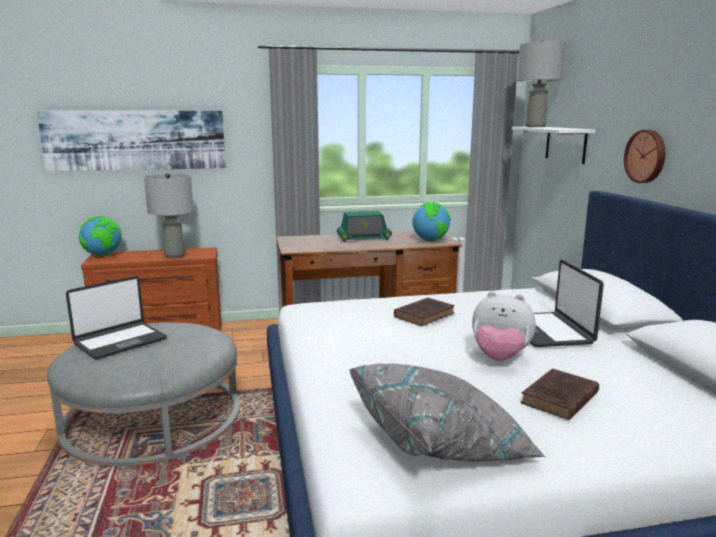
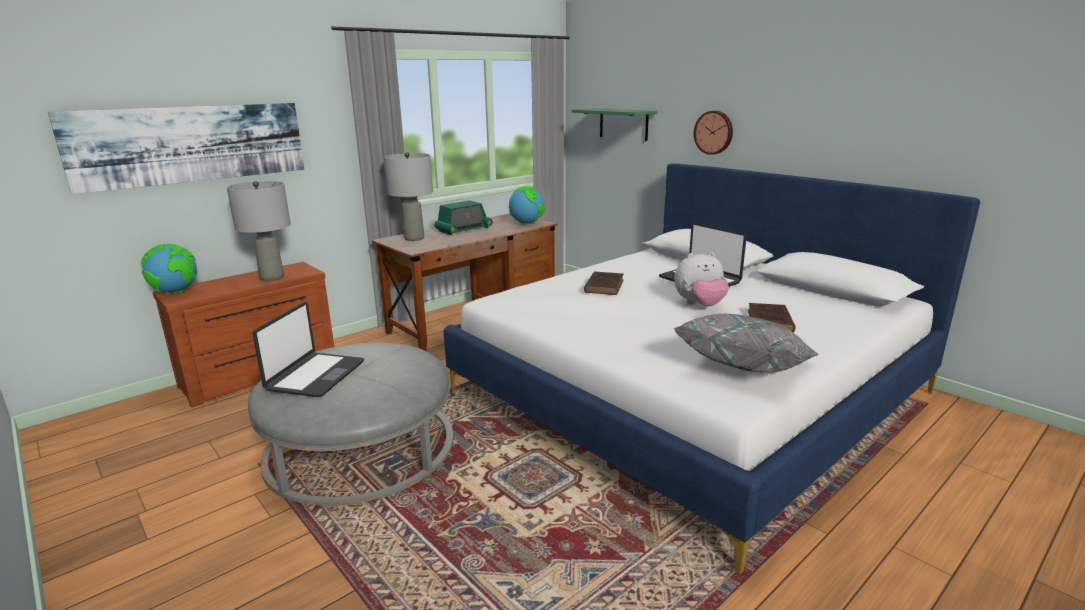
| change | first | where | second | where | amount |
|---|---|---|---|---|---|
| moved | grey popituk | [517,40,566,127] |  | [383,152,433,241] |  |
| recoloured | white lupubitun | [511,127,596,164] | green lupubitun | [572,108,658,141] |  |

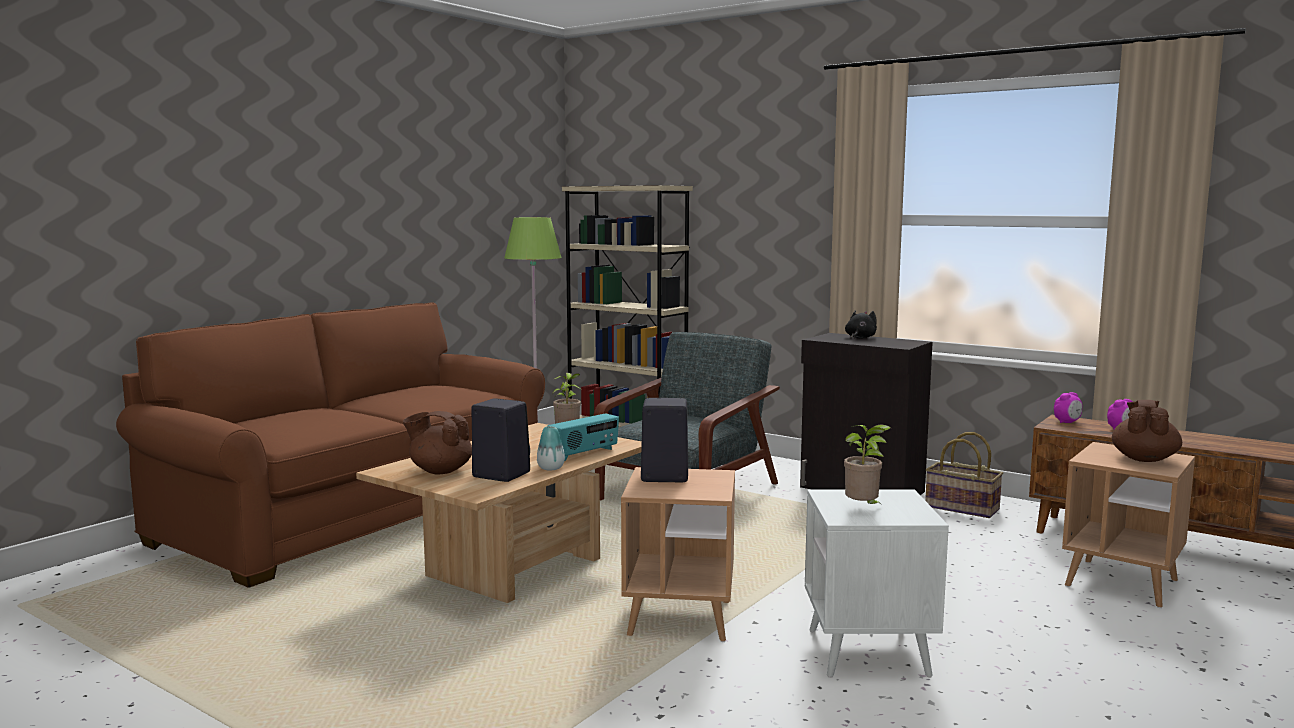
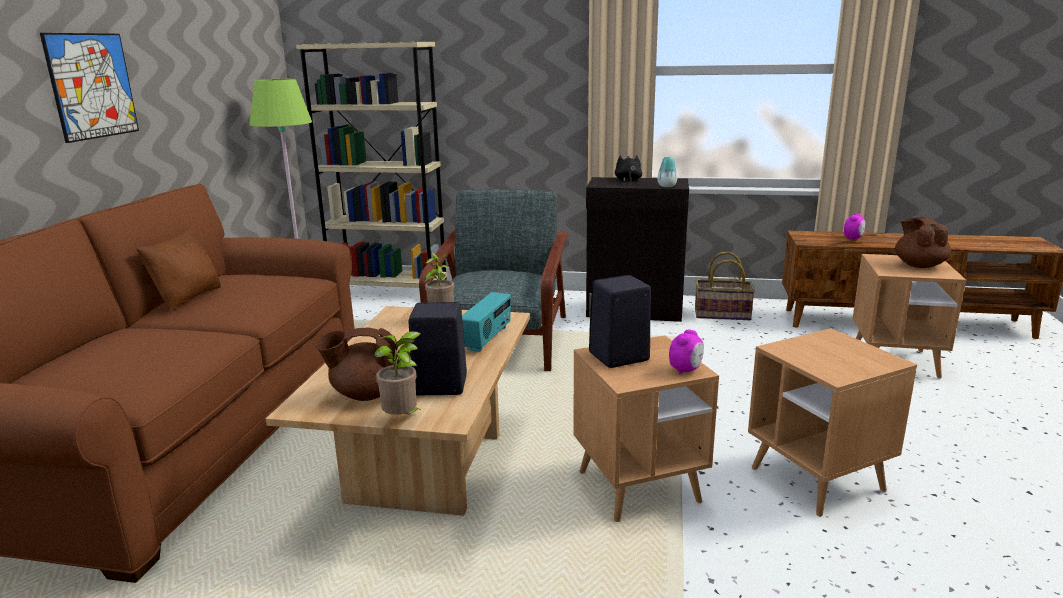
| change | first | where | second | where | amount |
|---|---|---|---|---|---|
| moved | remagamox | [1054,392,1082,423] |  | [669,329,704,374] |  |
| moved | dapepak | [844,425,891,506] |  | [374,331,421,415] |  |
| moved | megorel | [537,426,565,470] |  | [658,157,677,187] |  |
| recoloured | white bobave | [805,489,949,678] | brown bobave | [748,328,917,517] |  |
| added |  |  | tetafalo | [40,33,139,143] |  |
| added |  |  | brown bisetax | [137,228,221,310] |  |

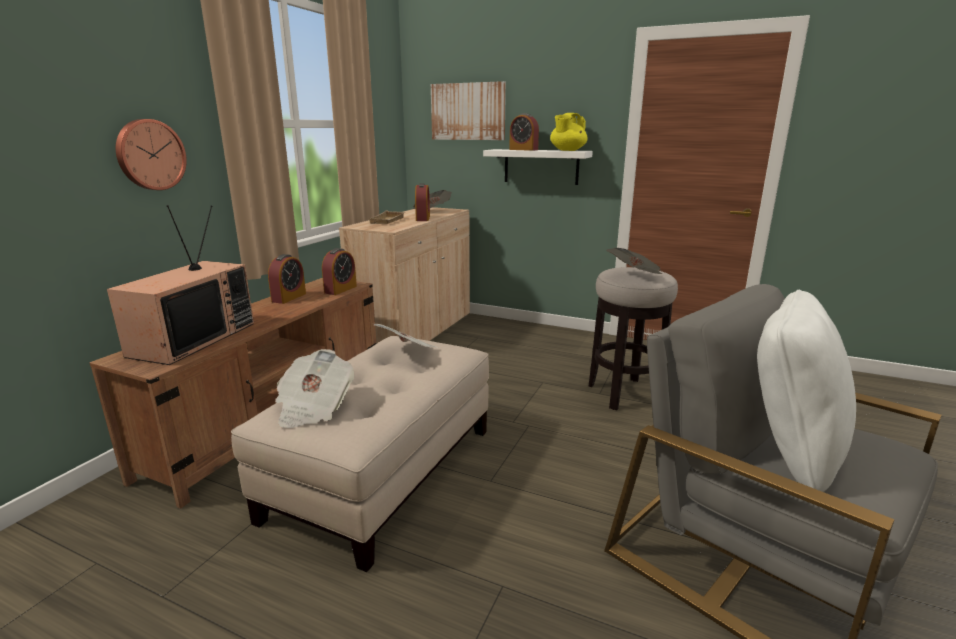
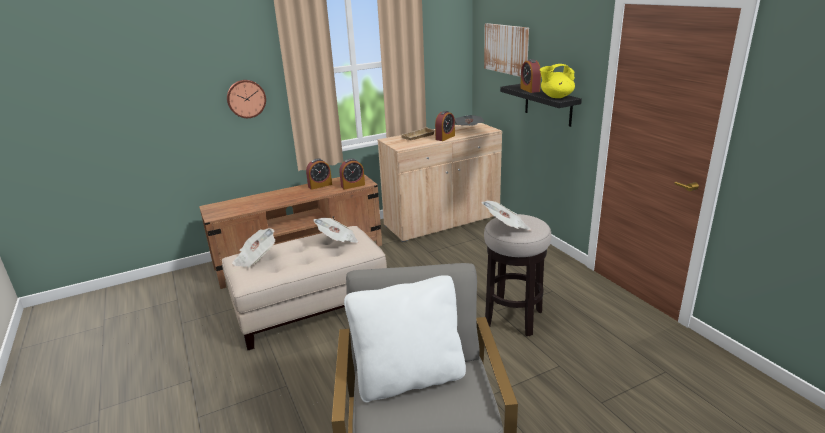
| change | first | where | second | where | amount |
|---|---|---|---|---|---|
| recoloured | white lupubitun | [483,149,593,185] | black lupubitun | [500,84,582,127] |  |
| removed | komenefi | [107,205,254,365] |  |  |  |

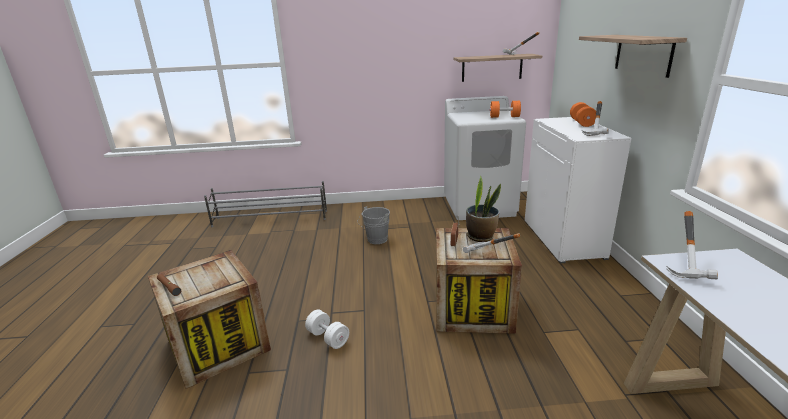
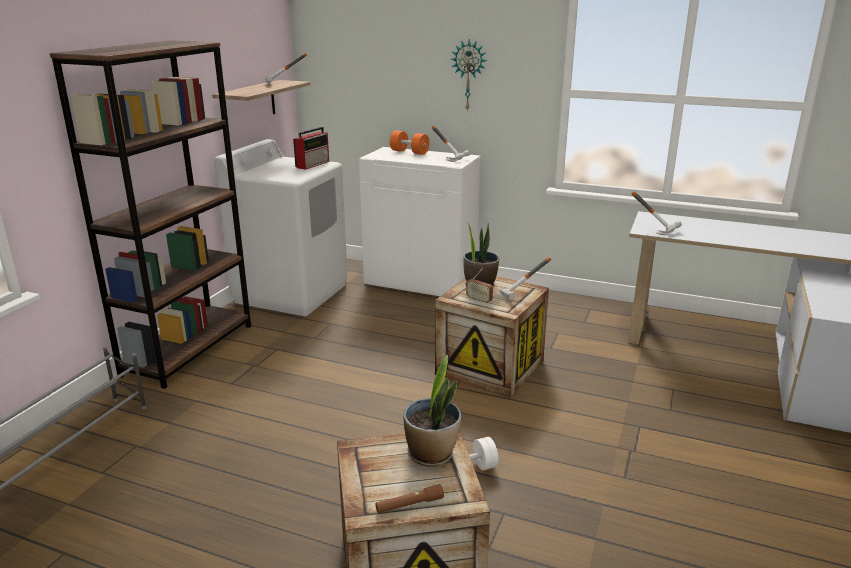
| change | first | where | second | where | amount |
|---|---|---|---|---|---|
| replaced | lupubitun | [579,35,687,78] | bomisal | [451,39,487,112] |  |
| replaced | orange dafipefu | [490,101,521,118] | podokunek | [293,127,329,170] |  |
| removed | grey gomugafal | [358,206,390,244] |  |  |  |
| added |  |  | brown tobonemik | [50,40,251,389] |  |
| added |  |  | dapepak | [404,355,461,467] |  |

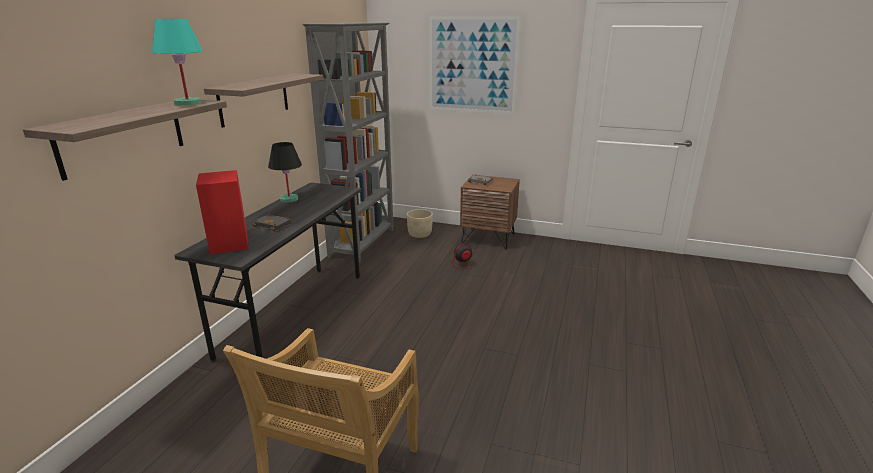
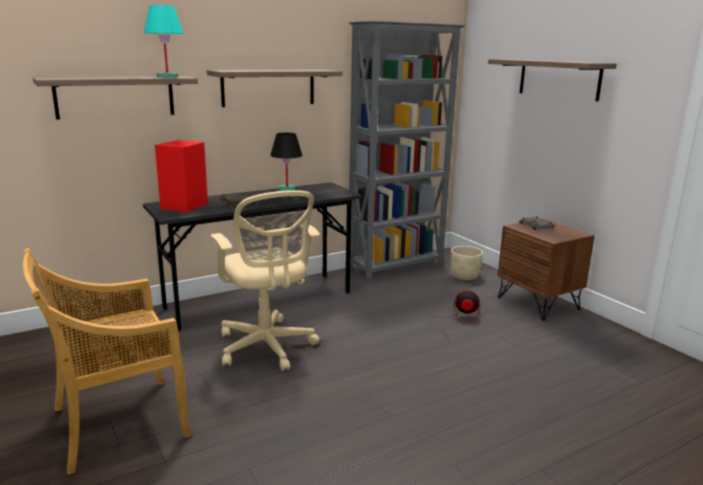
| change | first | where | second | where | amount |
|---|---|---|---|---|---|
| replaced | tetafalo | [429,16,521,115] | lupubitun | [488,59,617,101] |  |
| added |  |  | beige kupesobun | [211,190,320,371] |  |

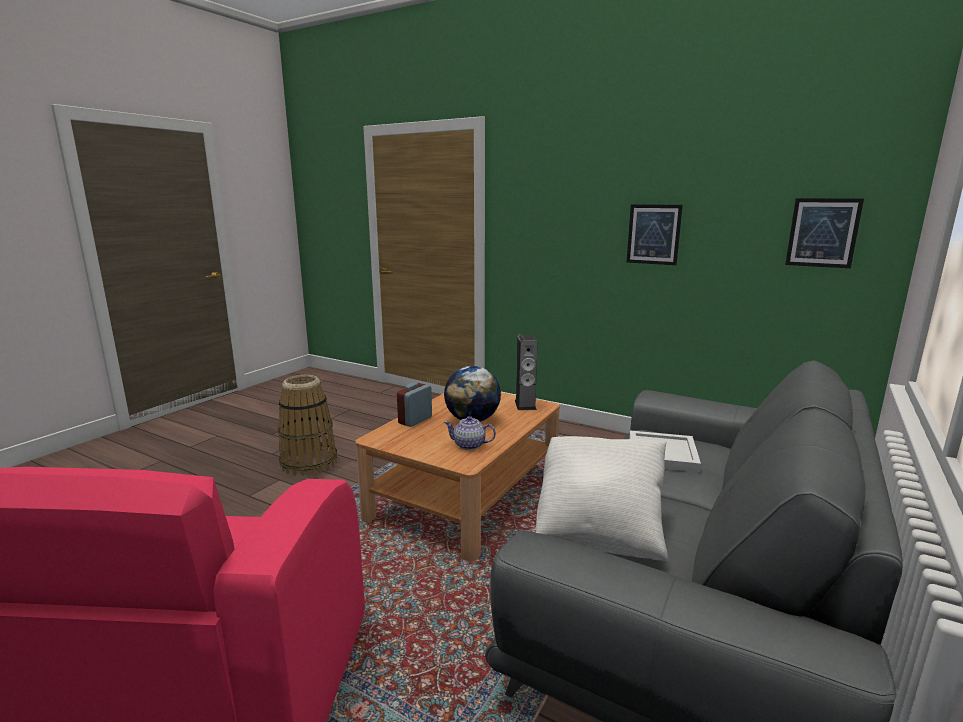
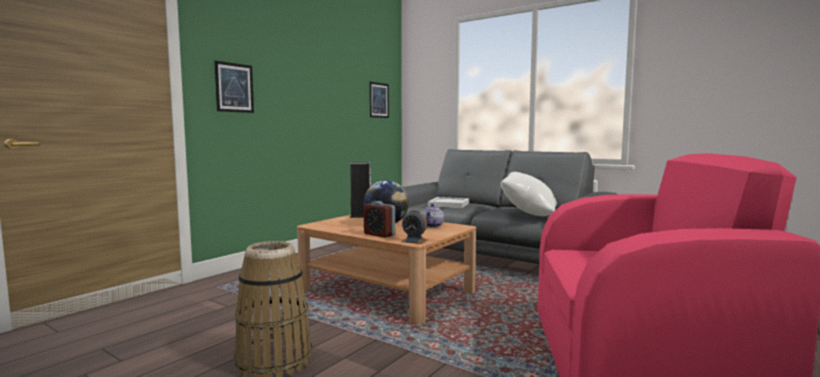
| change | first | where | second | where | amount |
|---|---|---|---|---|---|
| moved | tetafalo | [627,204,683,265] |  | [215,61,254,113] |  |
| added |  |  | remagamox | [401,210,427,244] |  |

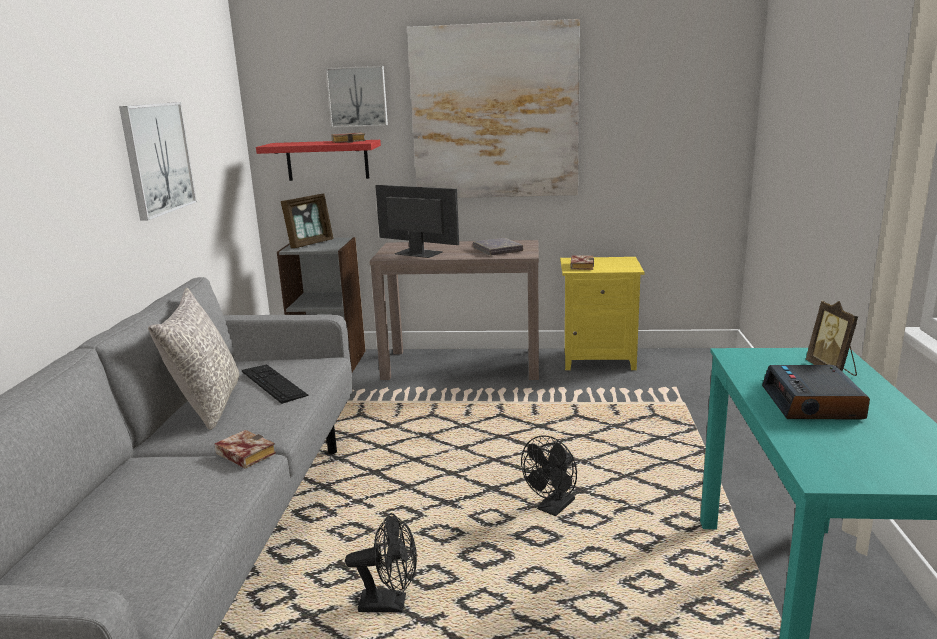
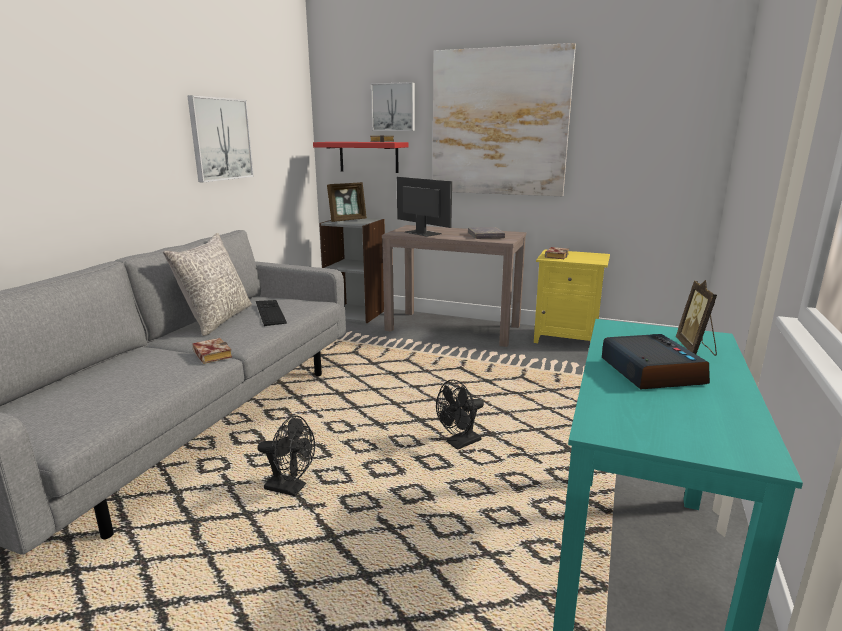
| change | first | where | second | where | amount |
|---|---|---|---|---|---|
| turned | remagamox | [762,365,870,419] |  | [602,334,710,389] | 150 degrees clockwise |

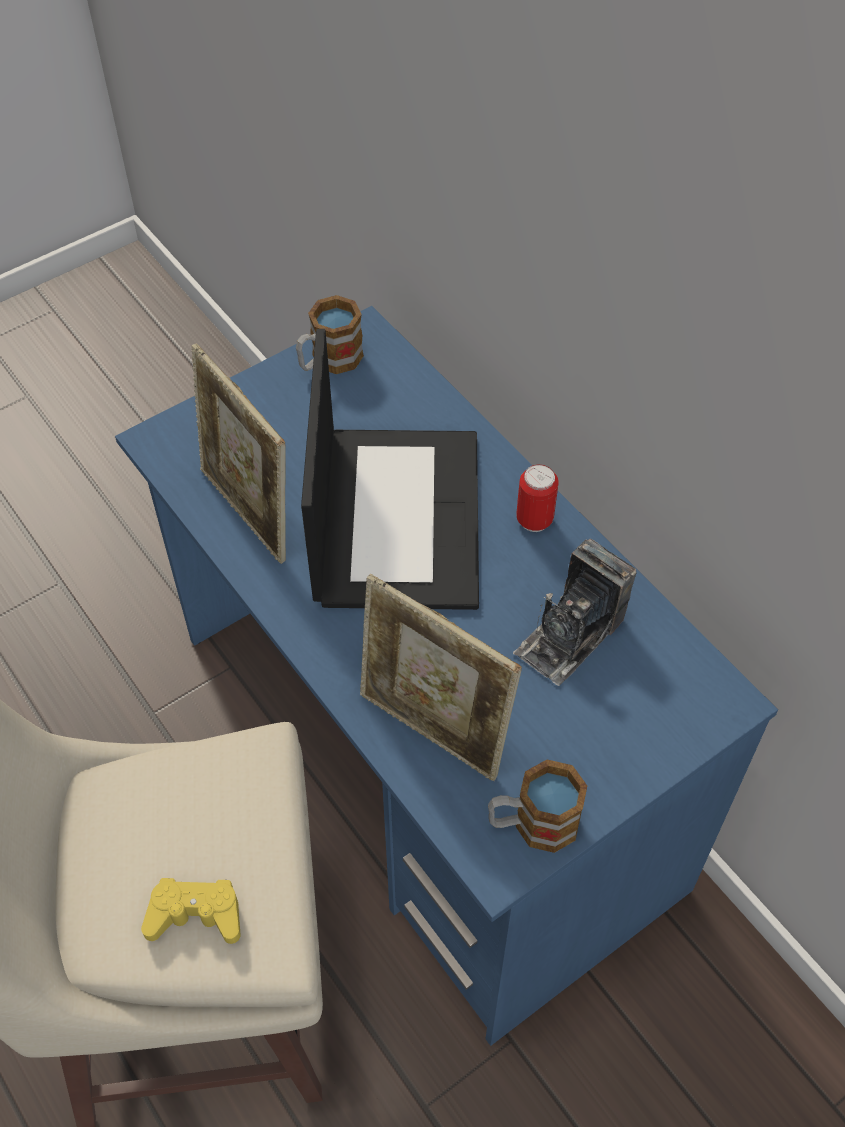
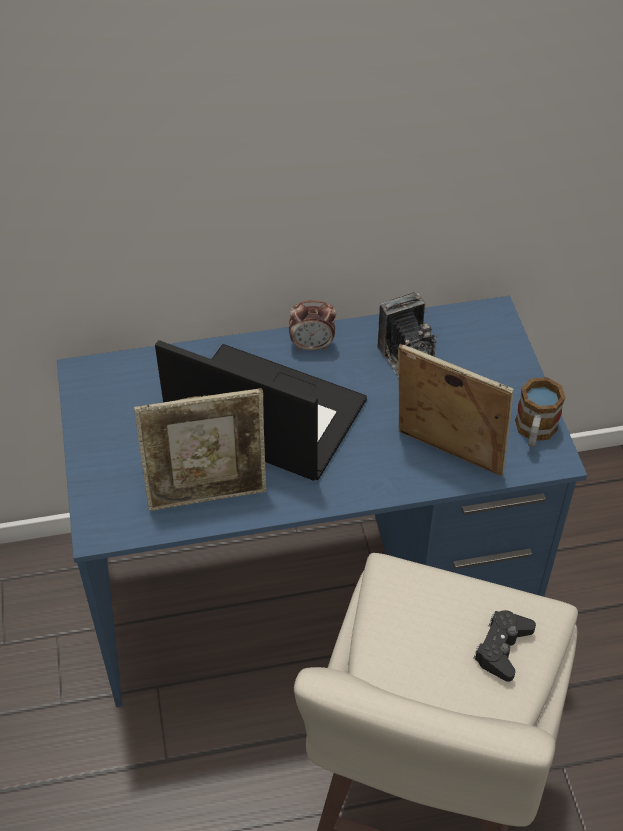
| change | first | where | second | where | amount |
|---|---|---|---|---|---|
| removed | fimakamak | [296,295,364,374] |  |  |  |
| replaced | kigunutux | [516,464,559,532] | remagamox | [289,300,336,351] |  |
| turned | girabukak | [360,574,522,781] |  | [398,344,514,476] | 120 degrees counterclockwise |
| recoloured | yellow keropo | [141,878,241,944] | black keropo | [473,610,536,682] |  |

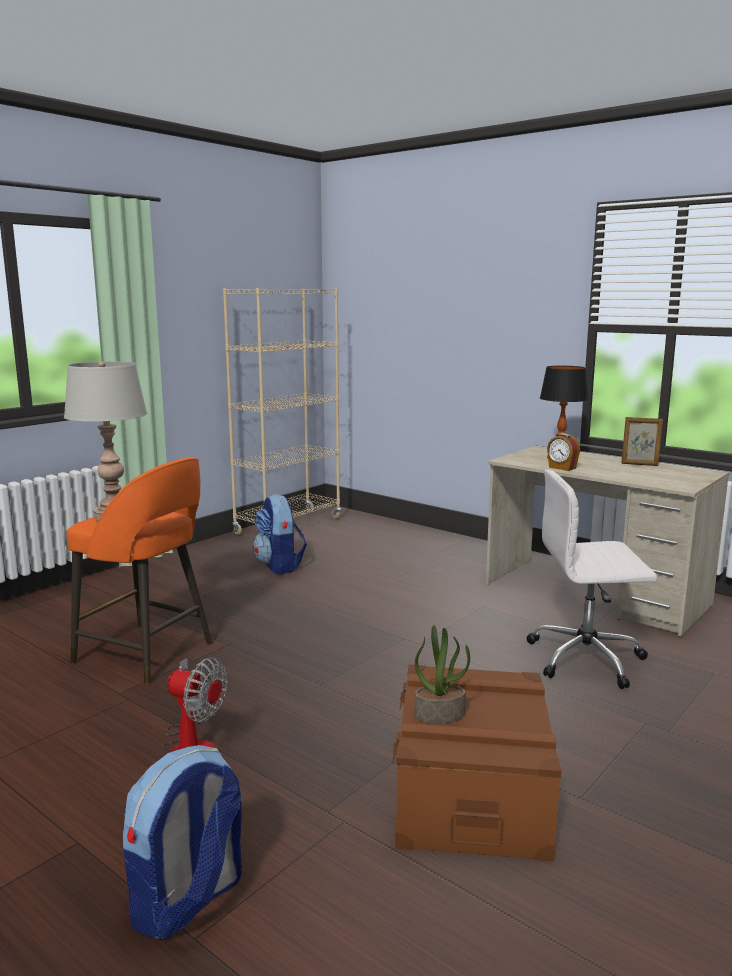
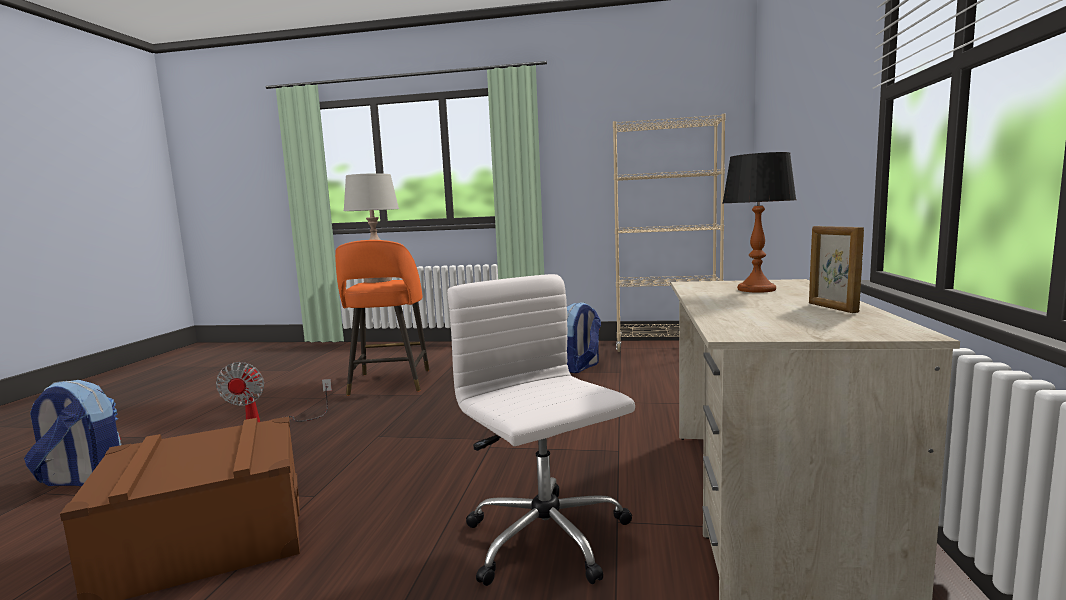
| change | first | where | second | where | amount |
|---|---|---|---|---|---|
| removed | remagamox | [547,433,580,471] |  |  |  |
| removed | dapepak | [414,625,470,723] |  |  |  |

